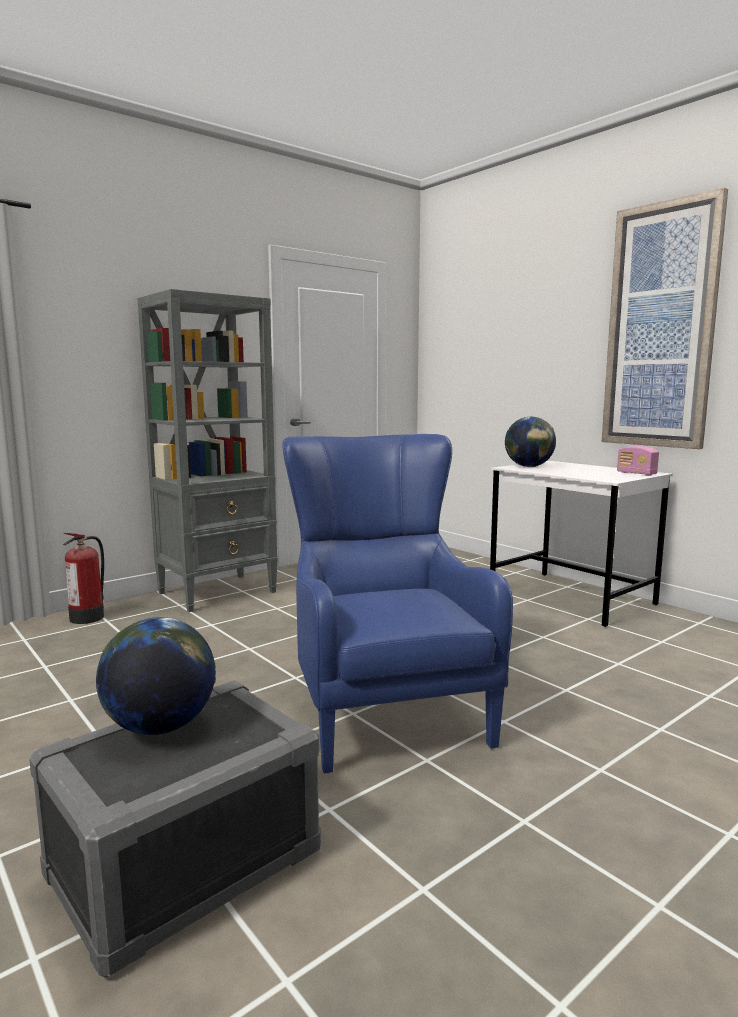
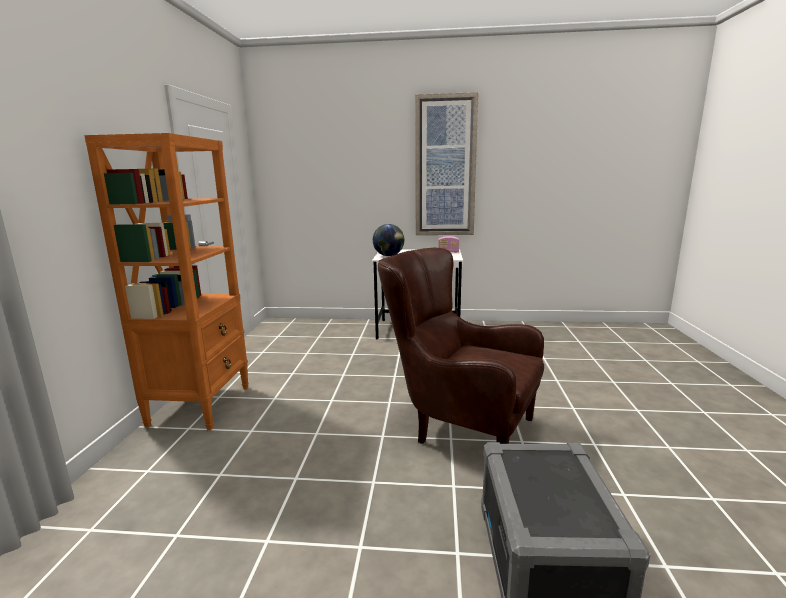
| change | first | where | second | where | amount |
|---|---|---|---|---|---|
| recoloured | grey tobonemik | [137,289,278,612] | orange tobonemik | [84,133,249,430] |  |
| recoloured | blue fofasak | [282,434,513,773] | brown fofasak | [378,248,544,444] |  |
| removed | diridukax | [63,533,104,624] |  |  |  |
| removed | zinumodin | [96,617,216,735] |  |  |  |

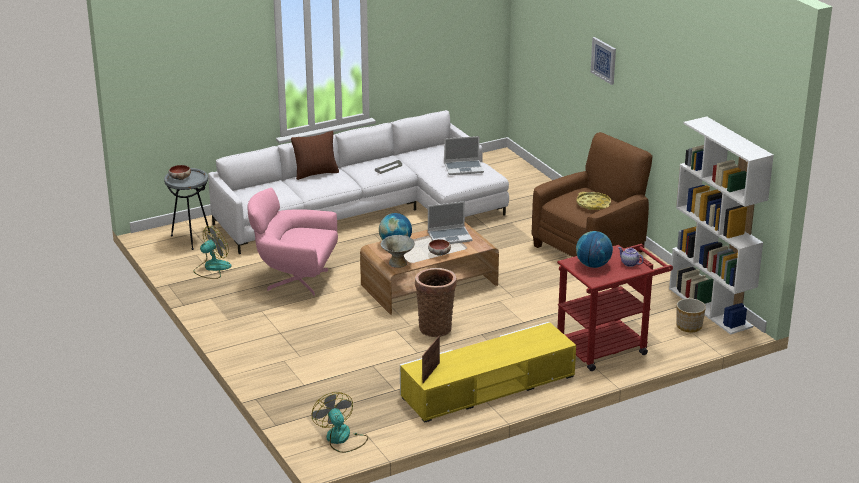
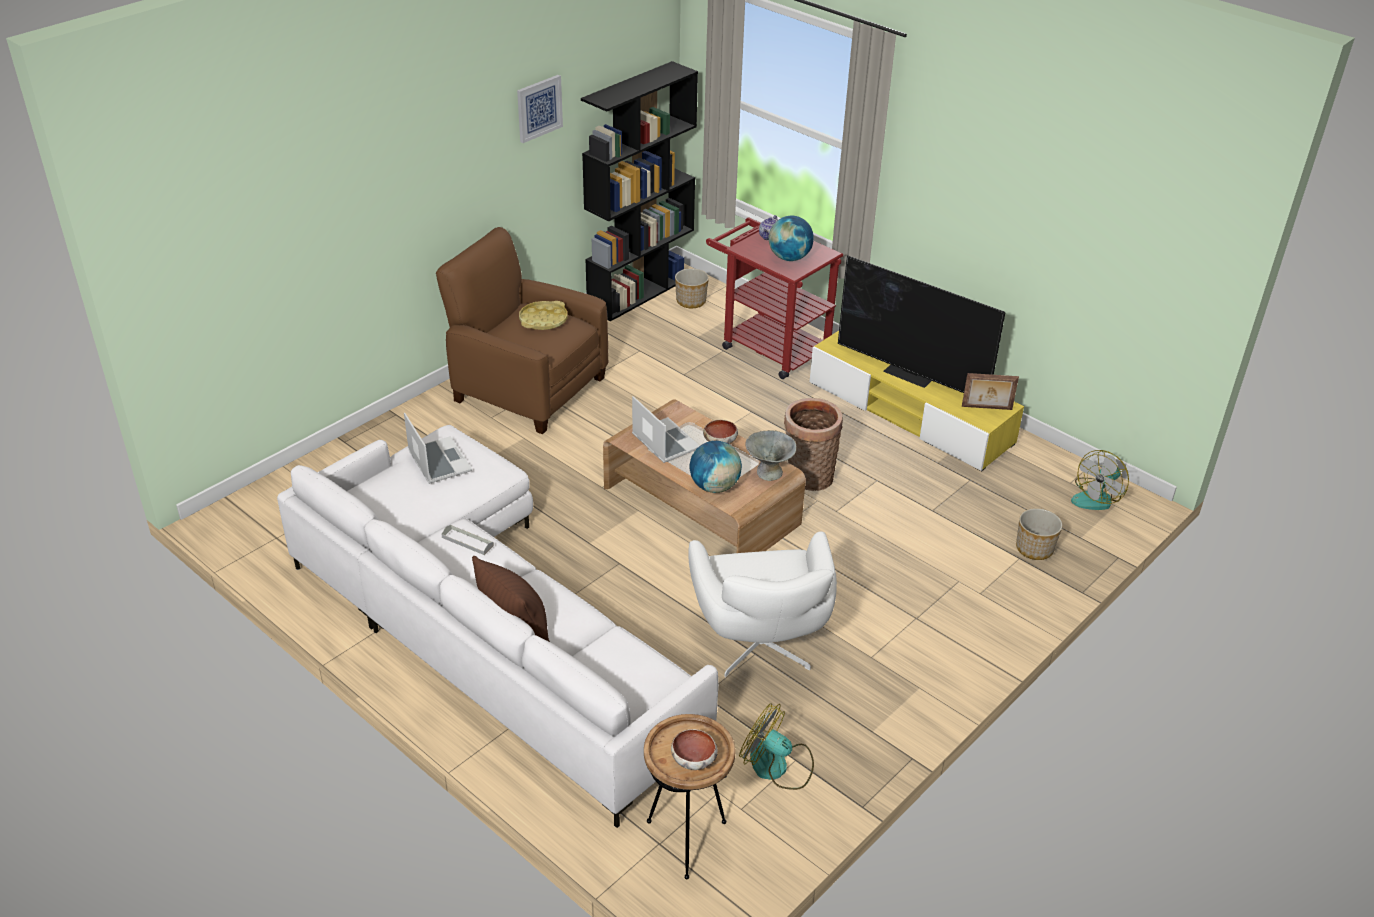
| change | first | where | second | where | amount |
|---|---|---|---|---|---|
| moved | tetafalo | [591,37,616,85] |  | [517,75,563,143] |  |
| recoloured | white tobonemik | [669,117,774,335] | black tobonemik | [581,61,698,321] |  |
| recoloured | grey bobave | [164,168,209,250] | brown bobave | [644,714,735,879] |  |
| recoloured | pink fofasak | [248,188,338,296] | white fofasak | [688,531,837,677] |  |
| added |  |  | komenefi | [838,255,1005,393] |  |
| added |  |  | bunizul | [1016,508,1063,560] |  |

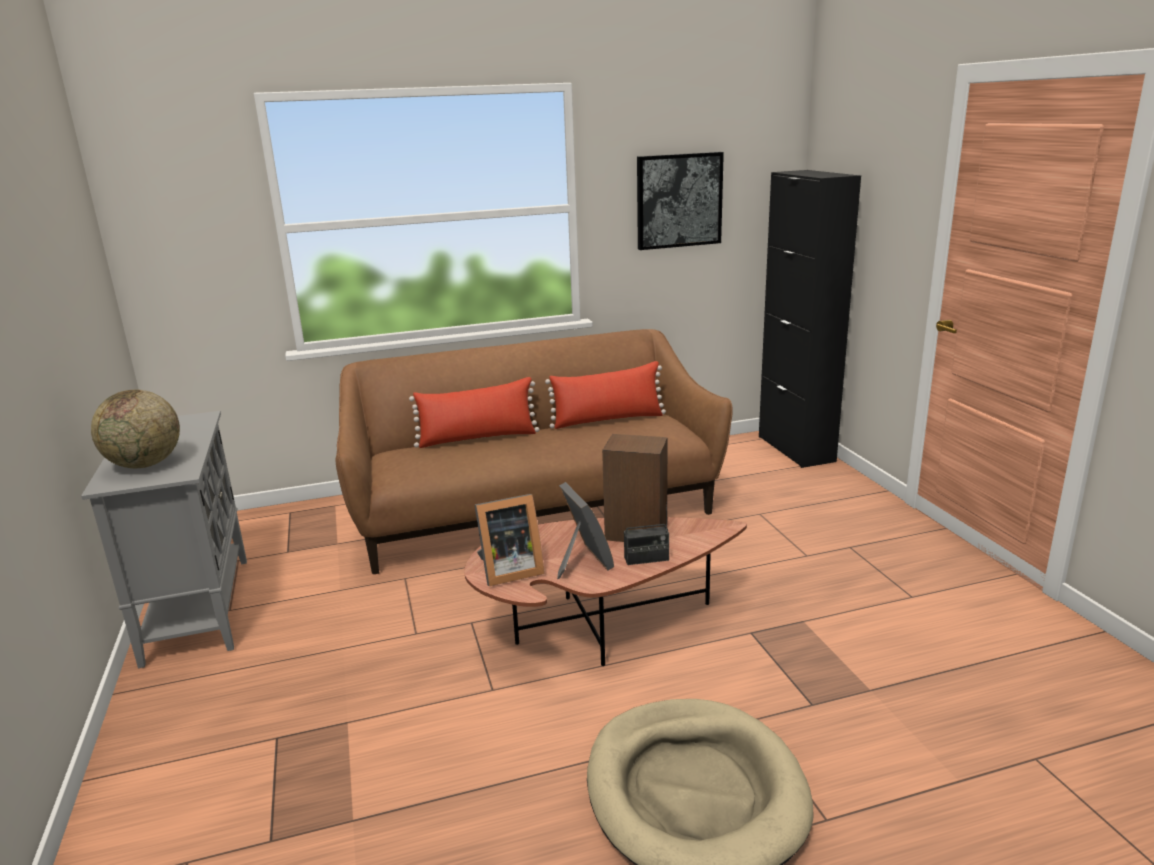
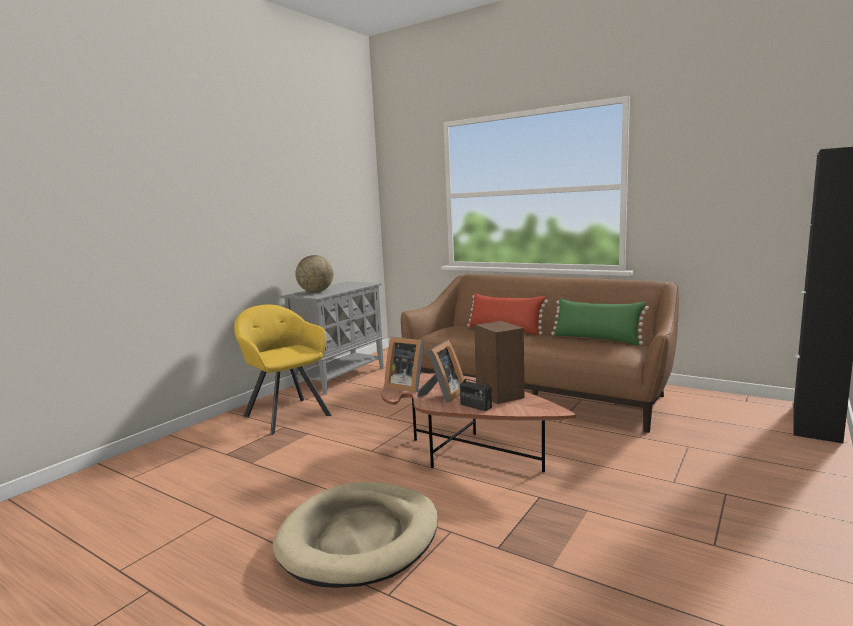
| change | first | where | second | where | amount |
|---|---|---|---|---|---|
| removed | tetafalo | [637,152,724,250] |  |  |  |
| recoloured | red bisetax | [545,361,666,429] | green bisetax | [551,298,649,346] |  |
| added |  |  | yellow fofasak | [234,305,332,435] |  |

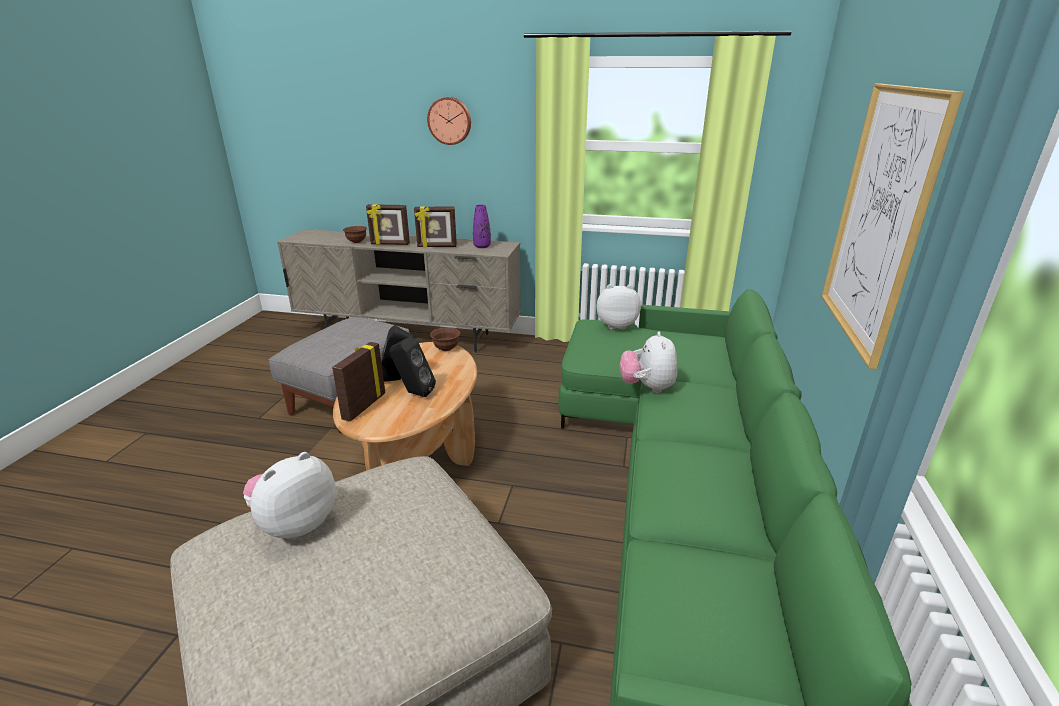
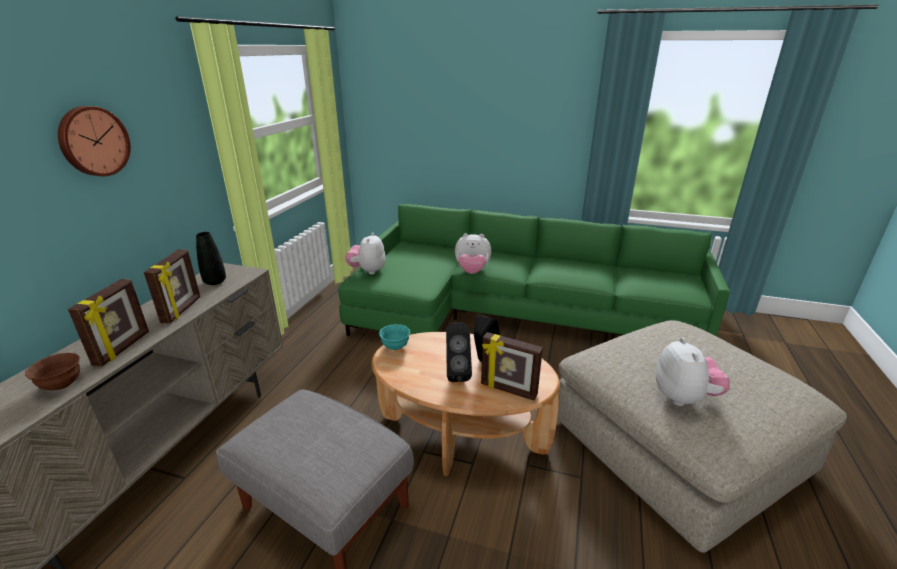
| change | first | where | second | where | amount |
|---|---|---|---|---|---|
| removed | tetafalo | [821,84,964,369] |  |  |  |
| recoloured | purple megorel | [473,205,491,248] | black megorel | [196,232,226,285] |  |
| recoloured | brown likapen | [430,327,460,351] | turquoise likapen | [379,324,411,350] |  |
| turned | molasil | [243,452,336,540] |  | [656,337,730,406] | 135 degrees counterclockwise |

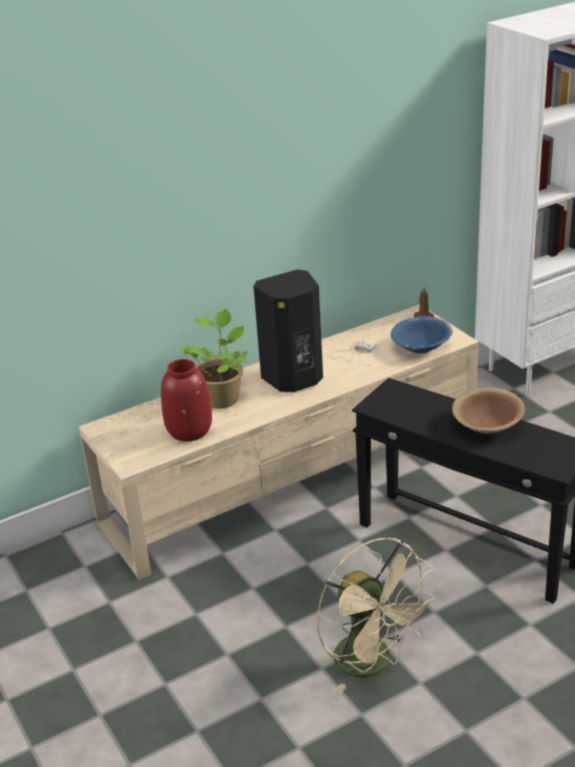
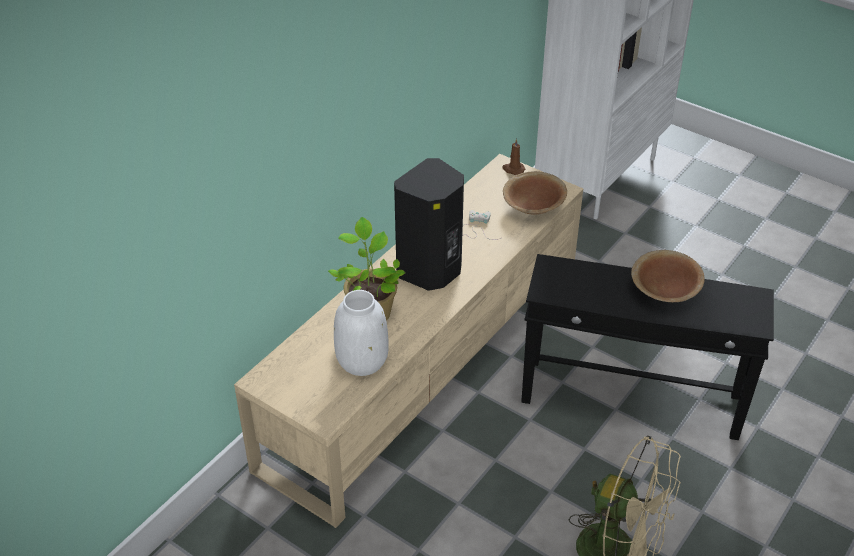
| change | first | where | second | where | amount |
|---|---|---|---|---|---|
| recoloured | blue likapen | [391,316,453,353] | brown likapen | [503,171,567,215] |  |
| recoloured | red megorel | [161,359,212,442] | white megorel | [334,290,389,376] |  |

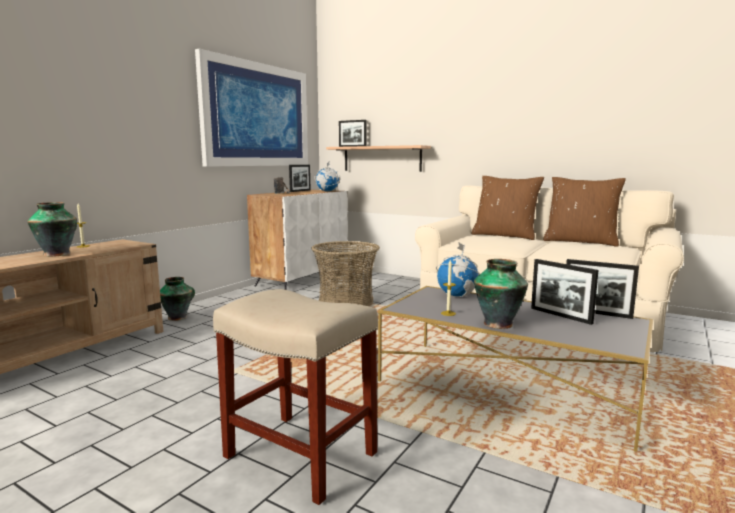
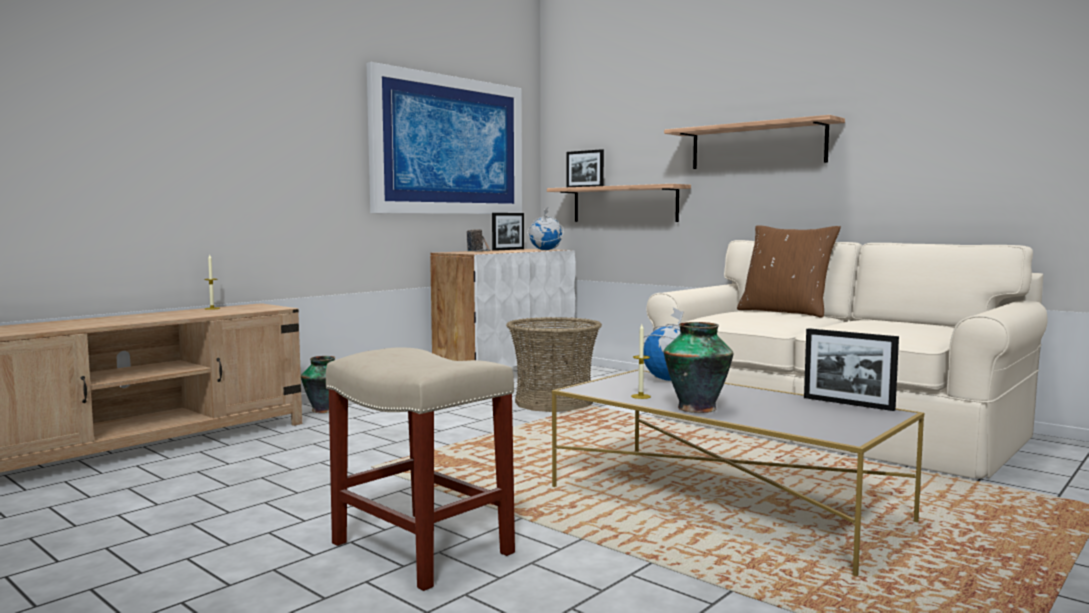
| change | first | where | second | where | amount |
|---|---|---|---|---|---|
| removed | brown bisetax | [543,177,626,247] |  |  |  |
| removed | megorel | [27,202,77,257] |  |  |  |
| removed | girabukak | [531,259,599,325] |  |  |  |
| added |  |  | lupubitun | [664,115,845,169] |  |

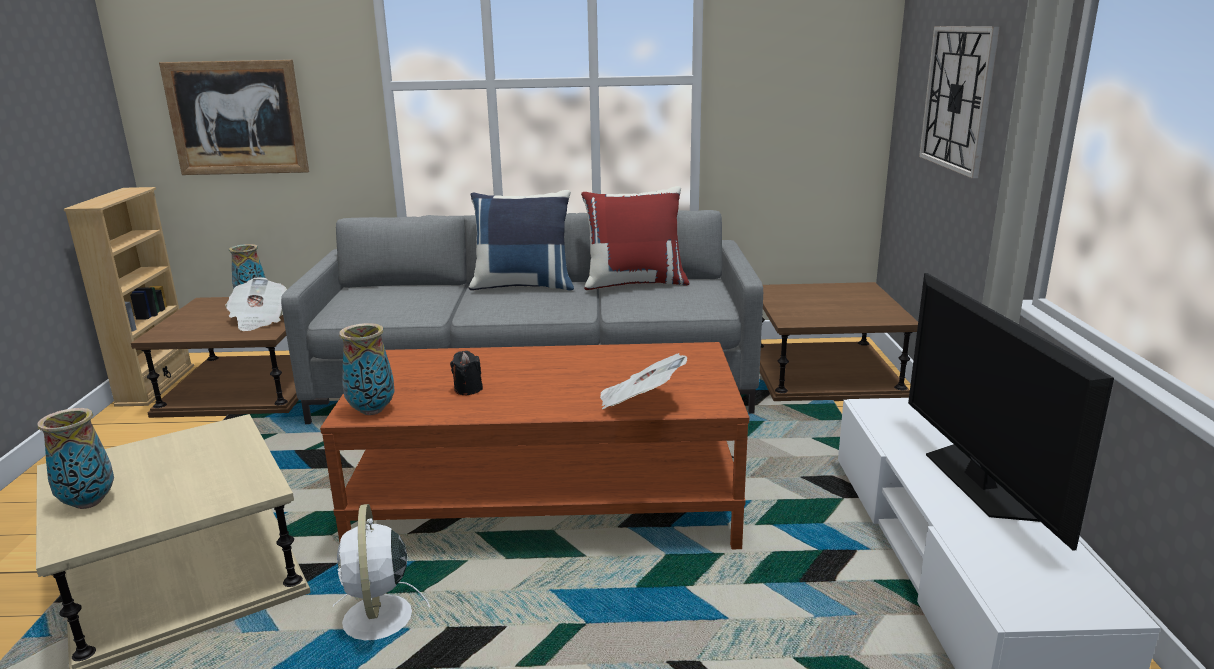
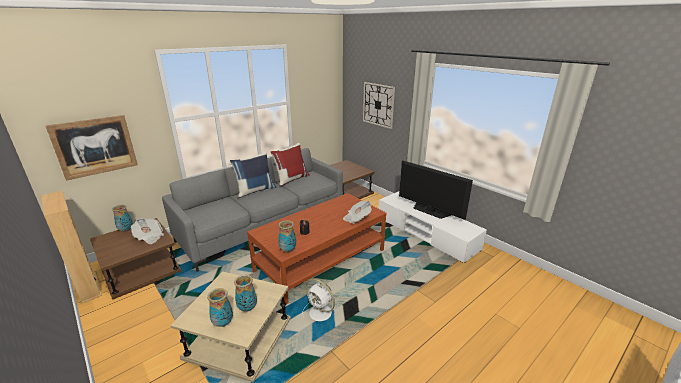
| change | first | where | second | where | amount |
|---|---|---|---|---|---|
| added |  |  | megorel | [234,275,257,312] |  |

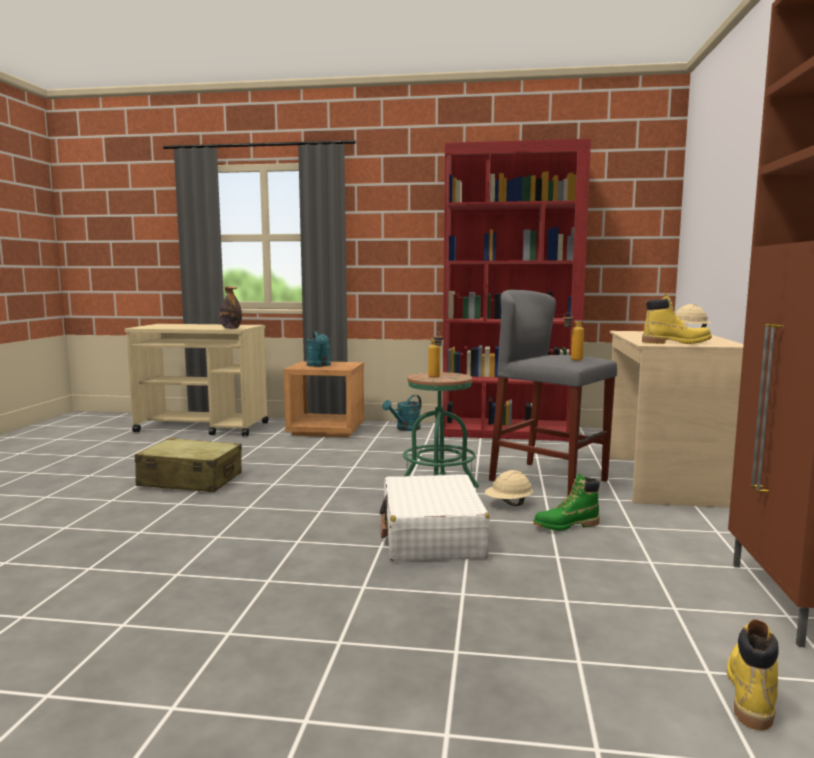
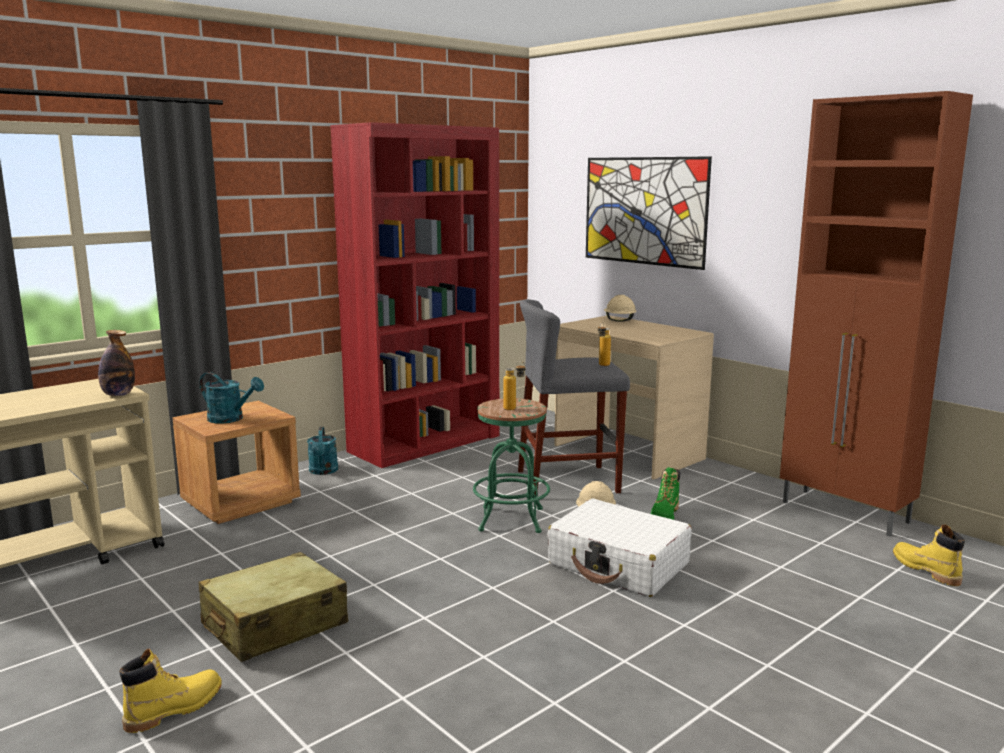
| change | first | where | second | where | amount |
|---|---|---|---|---|---|
| moved | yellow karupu | [642,293,712,344] |  | [119,649,222,733] |  |
| added |  |  | tetafalo | [586,156,712,270] |  |

